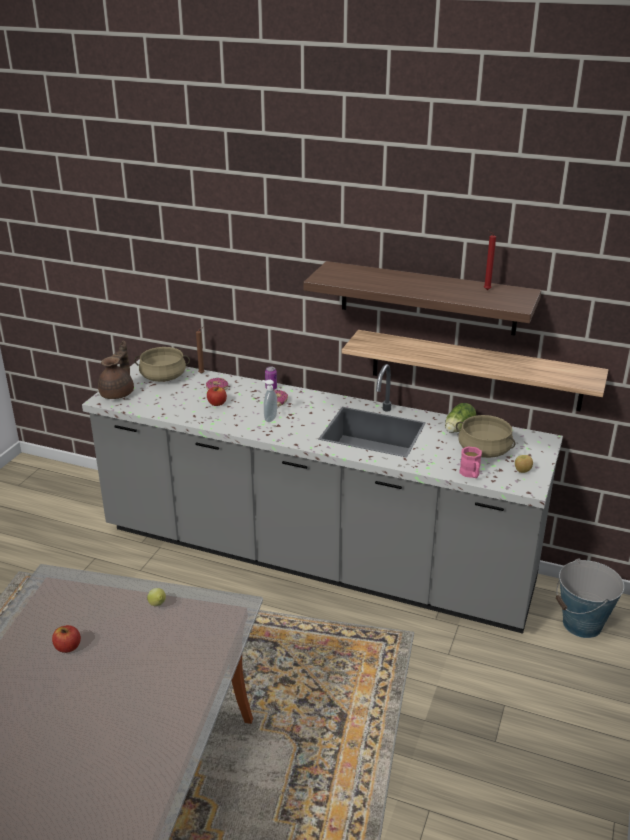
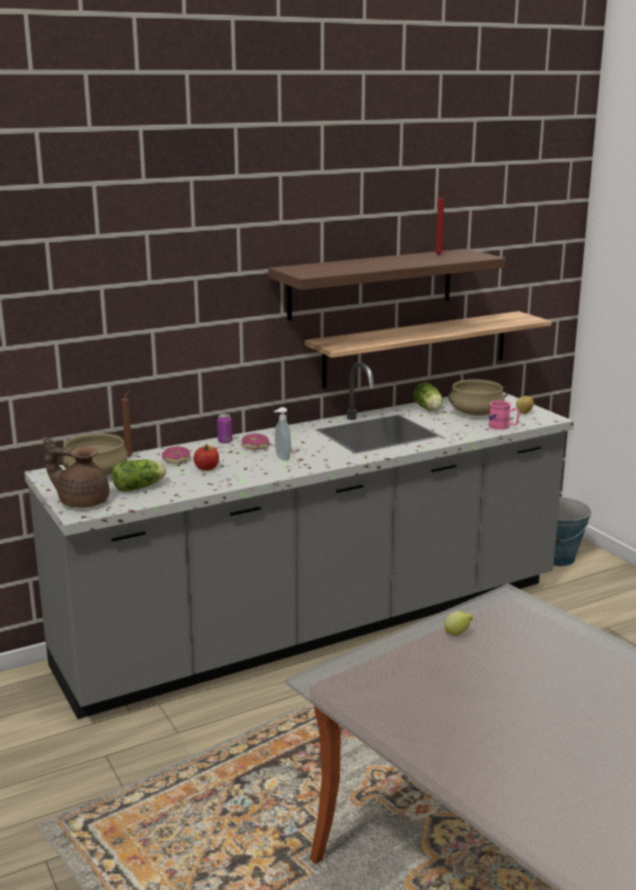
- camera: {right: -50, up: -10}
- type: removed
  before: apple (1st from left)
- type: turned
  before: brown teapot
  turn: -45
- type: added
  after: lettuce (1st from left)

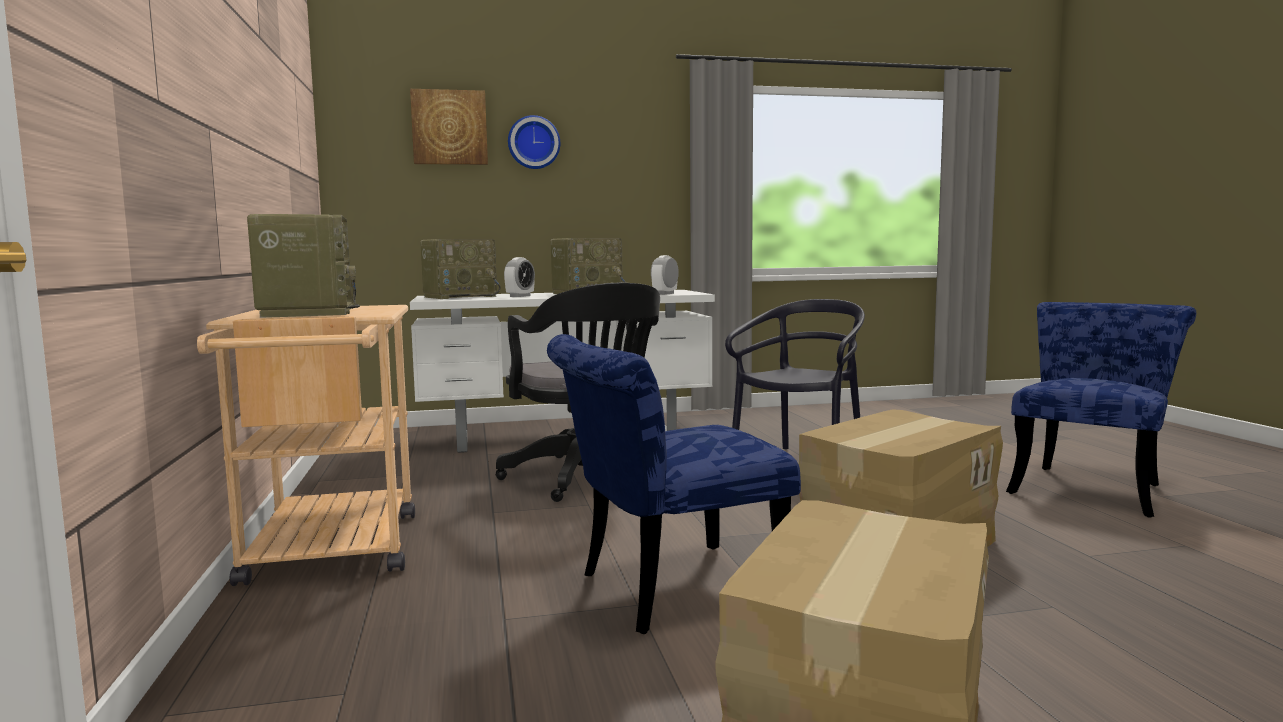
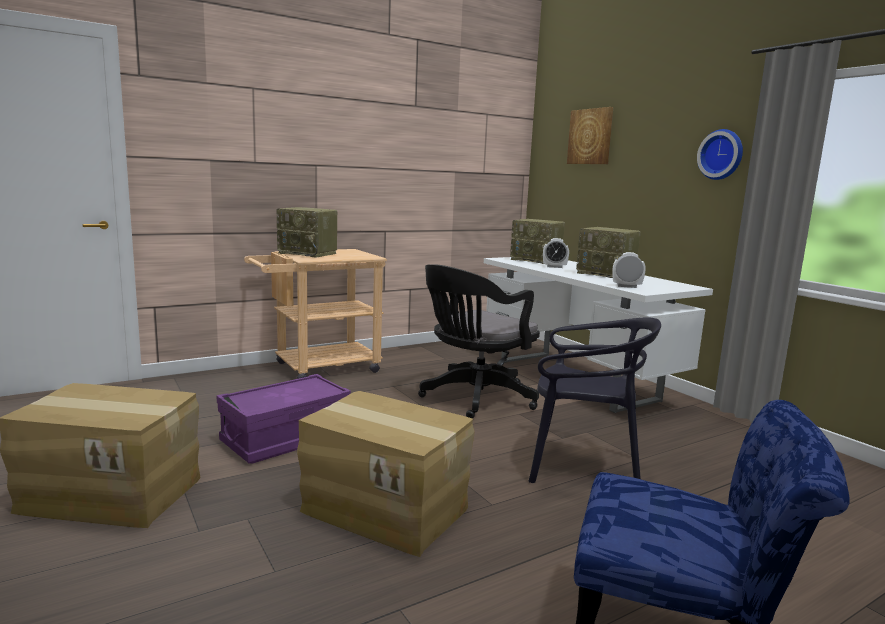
- camera: {right: 70, up: 5}
- type: turned
  before: radio (1st from left)
  turn: 60
- type: moved
  before: wall clock
- type: replaced
  before: blue chair (1st from left)
  after: purple storage box

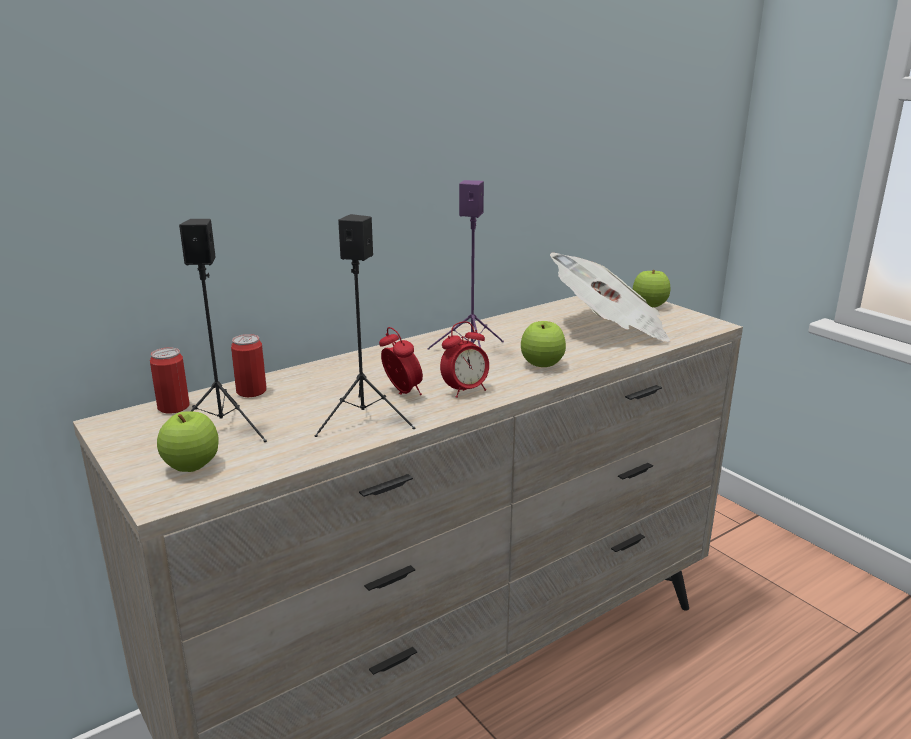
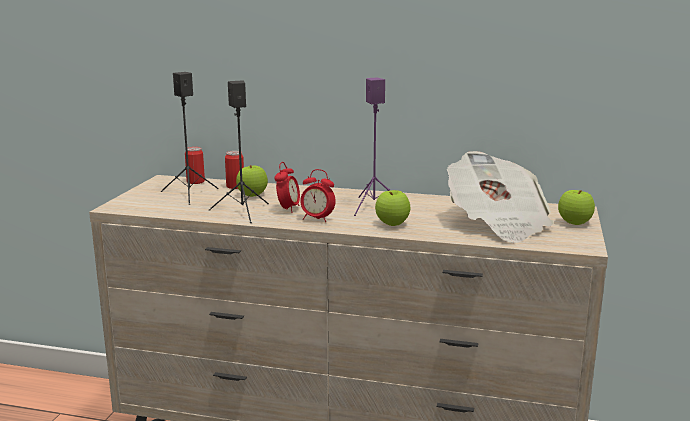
- camera: {right: 50, up: -5}
- type: moved
  before: apple (1st from left)

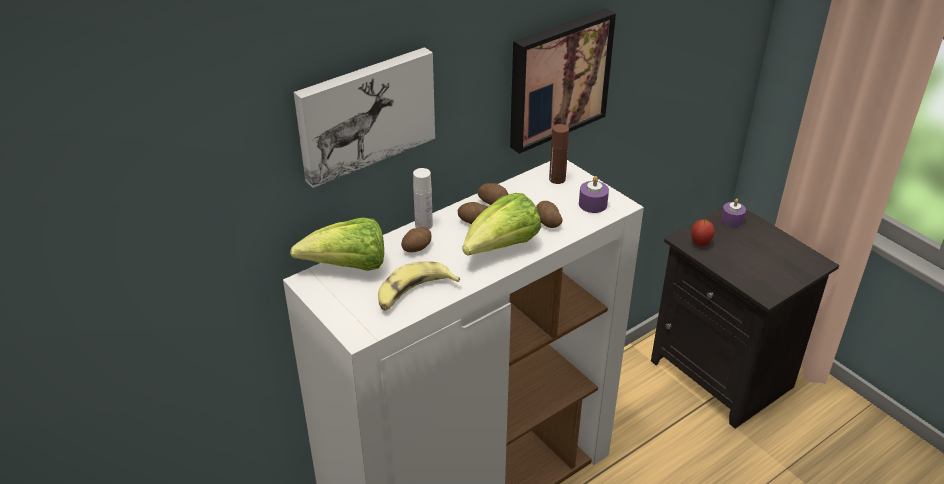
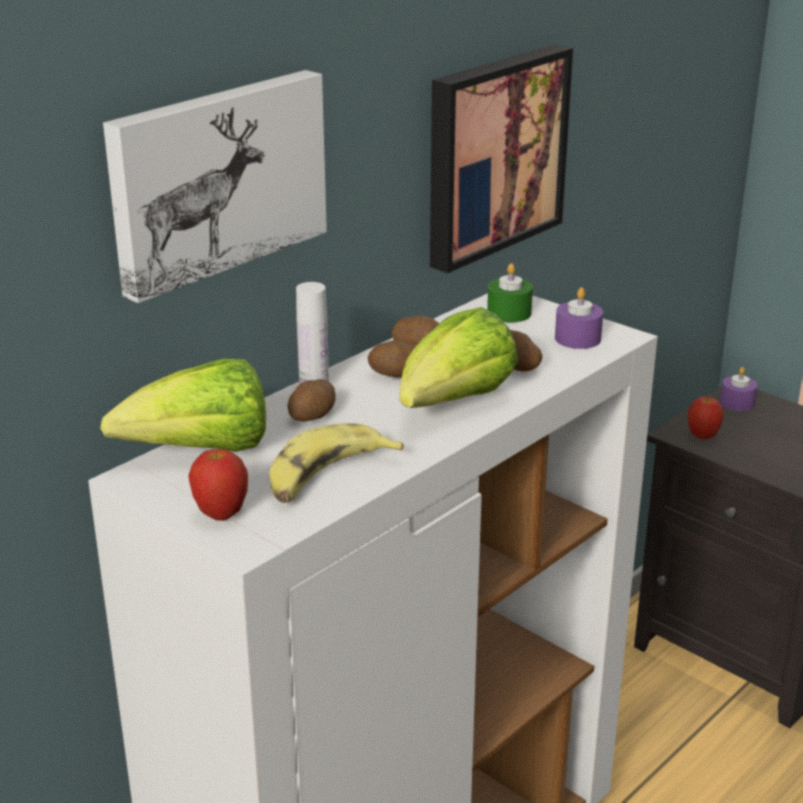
- camera: {right: -10, up: -10}
- type: replaced
  before: brown bottle
  after: green candle
- type: added
  after: apple (1st from left)

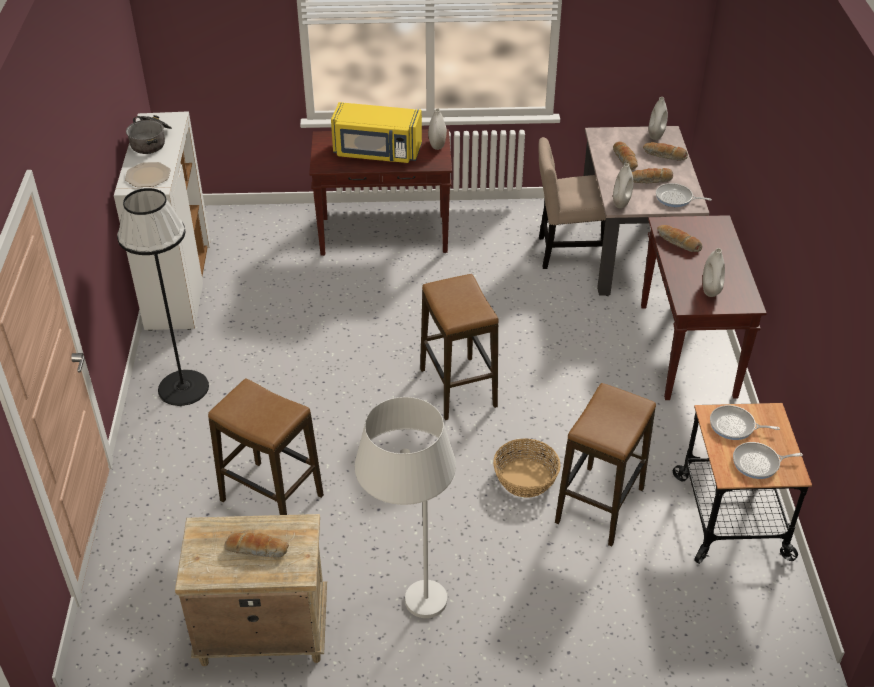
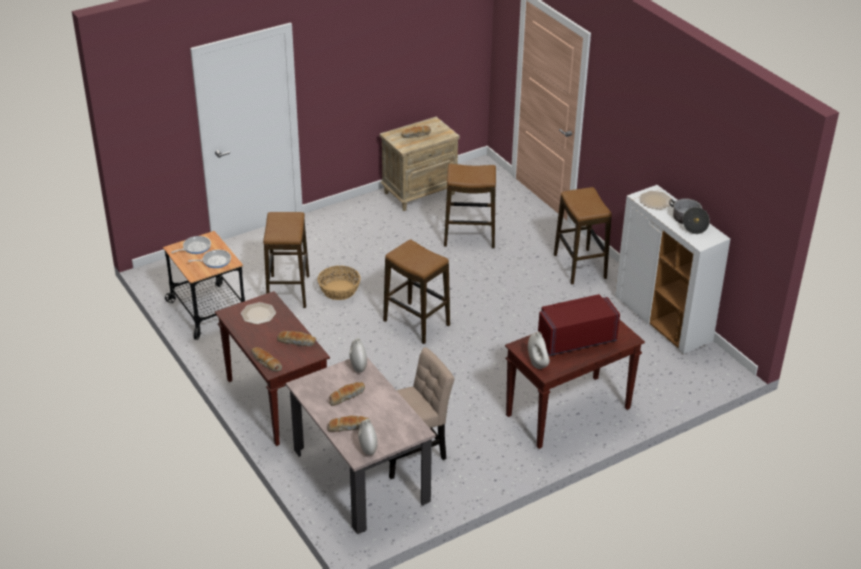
- camera: {right: 150, up: -5}
- type: replaced
  before: black floor lamp
  after: stool (4th from left)
- type: recoloured
  before: yellow microwave
  after: red microwave
- type: removed
  before: white floor lamp
- type: moved
  before: bread (2nd from left in the first image)
  after: bread (1st from left)
- type: removed
  before: frying pan (1st from left)
- type: replaced
  before: white vase (4th from left)
  after: plate (1st from left)

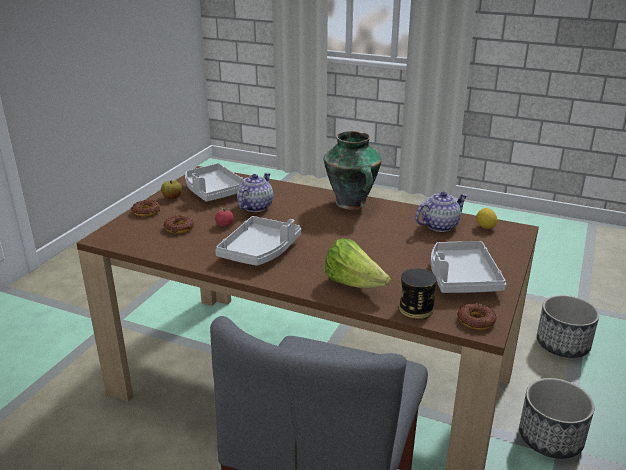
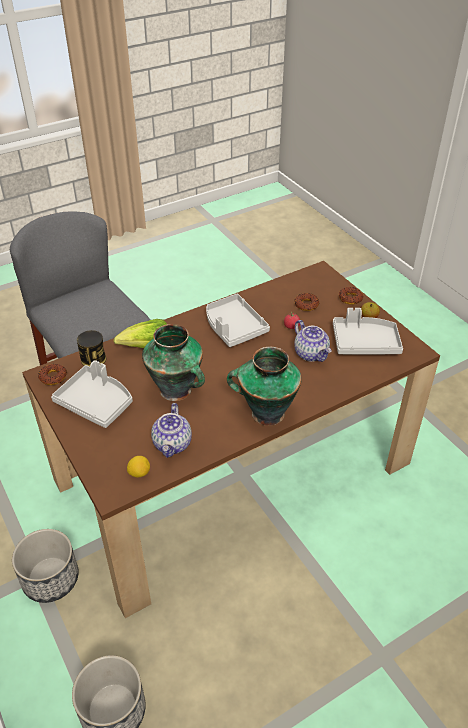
- camera: {right: 125, up: 15}
- type: added
  after: vase (1st from left)

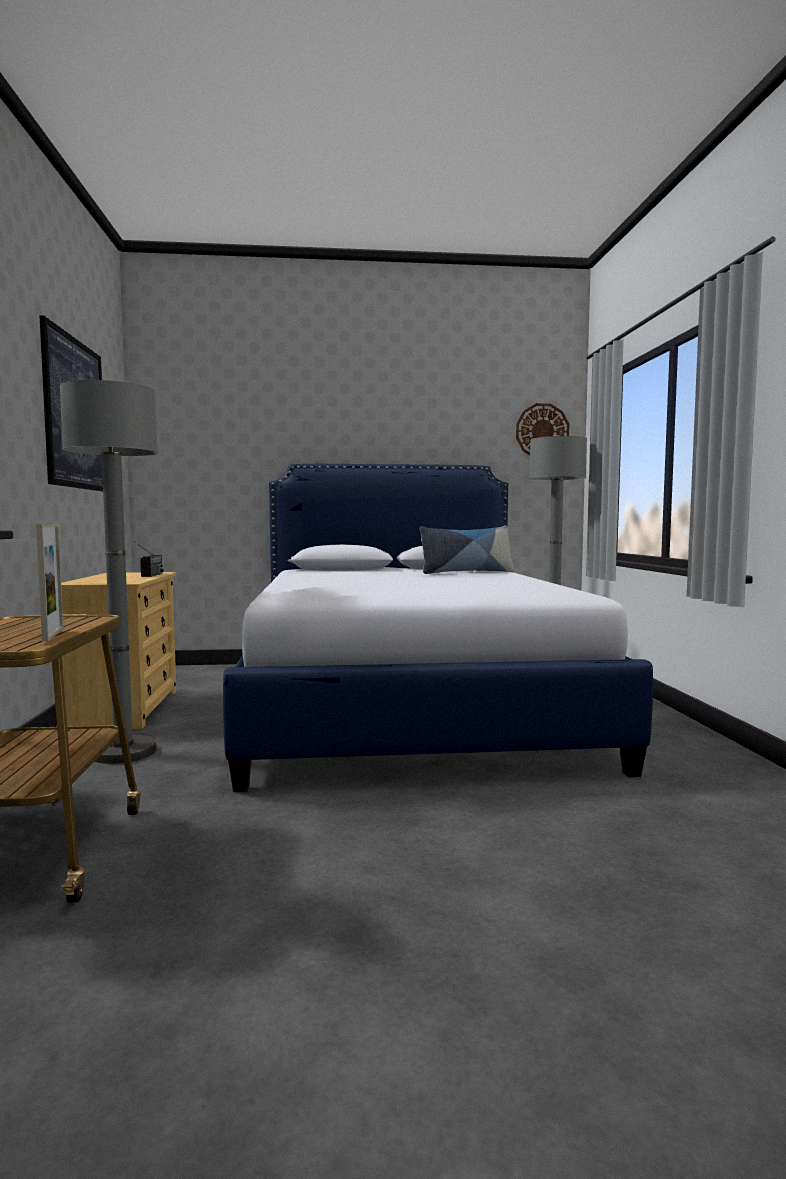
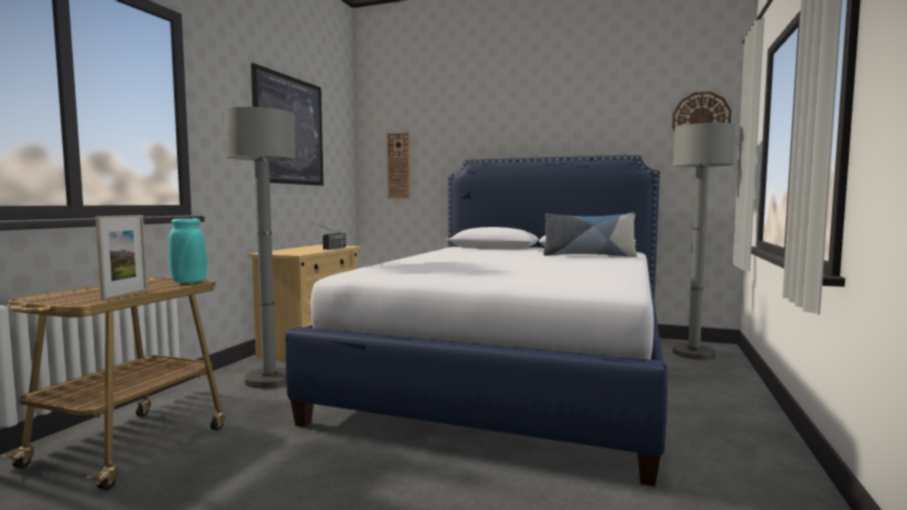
- camera: {right: 25, up: 0}
- type: added
  after: turquoise vase
- type: added
  after: wall clock (1st from left)

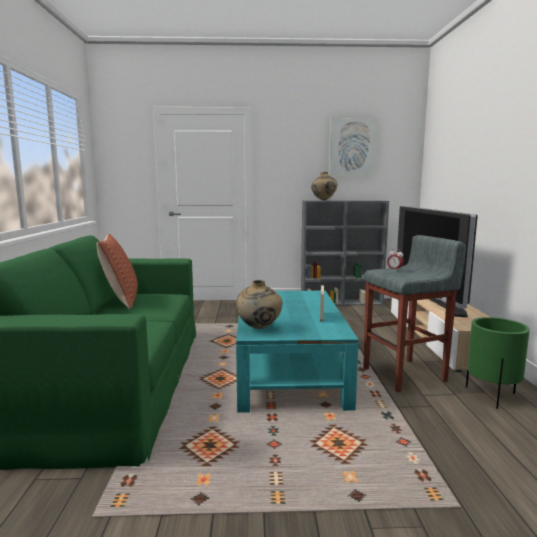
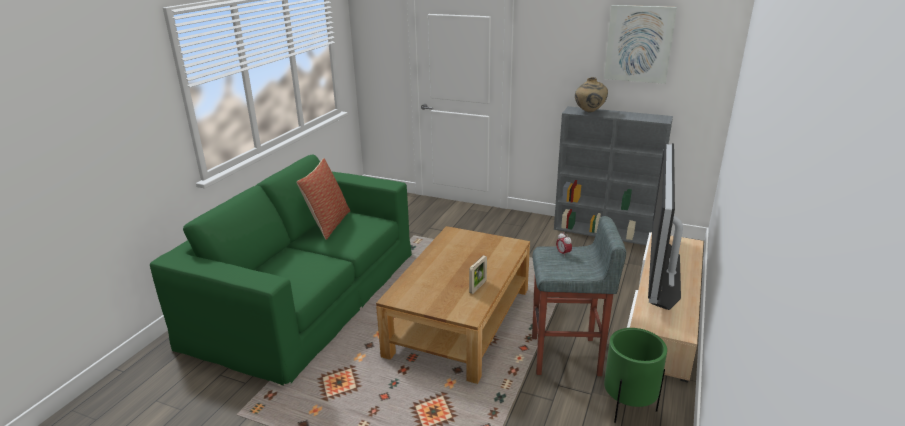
- camera: {right: 25, up: 15}
- type: removed
  before: beige vase (1st from left)
- type: recoloured
  before: turquoise coffee table
  after: brown coffee table

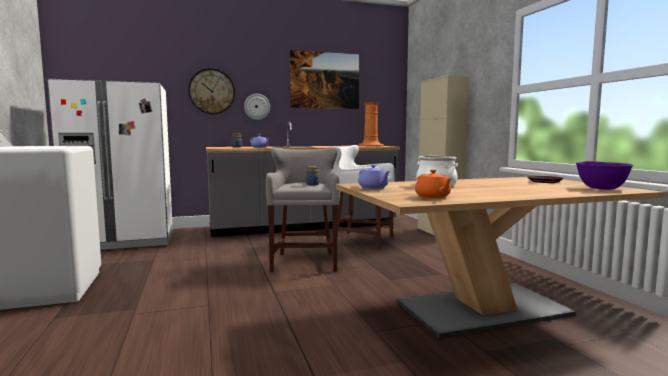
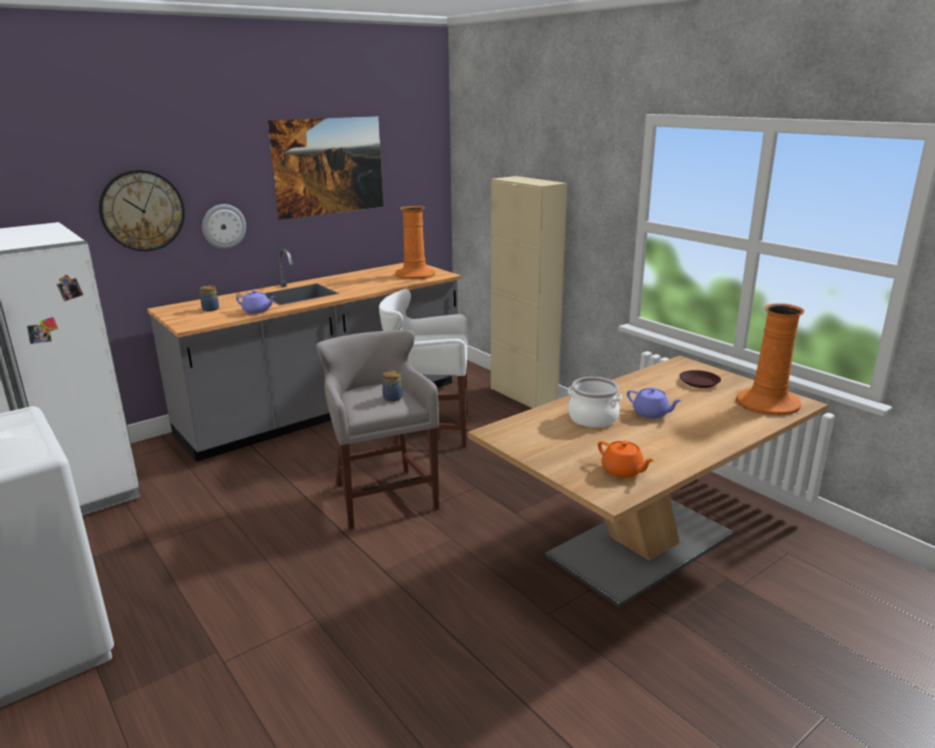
- camera: {right: -20, up: 15}
- type: moved
  before: purple teapot (2nd from left)
- type: replaced
  before: purple bowl
  after: orange vase (2nd from left)

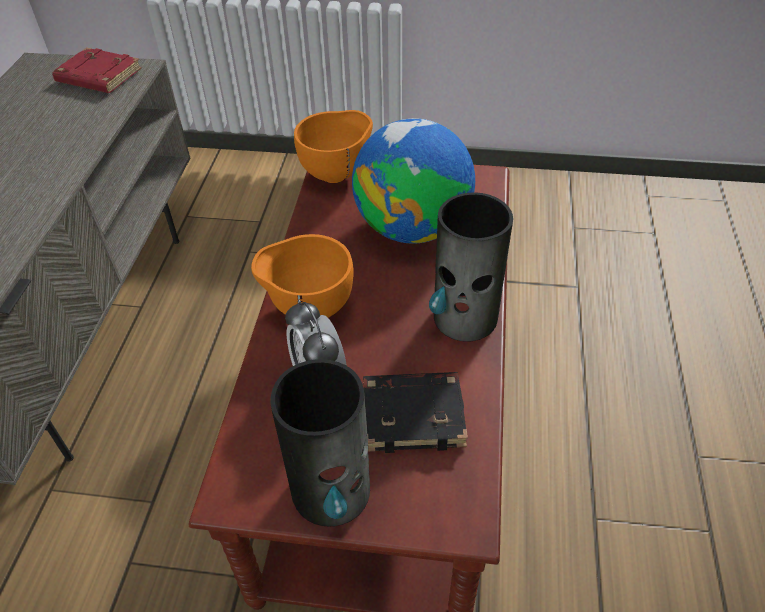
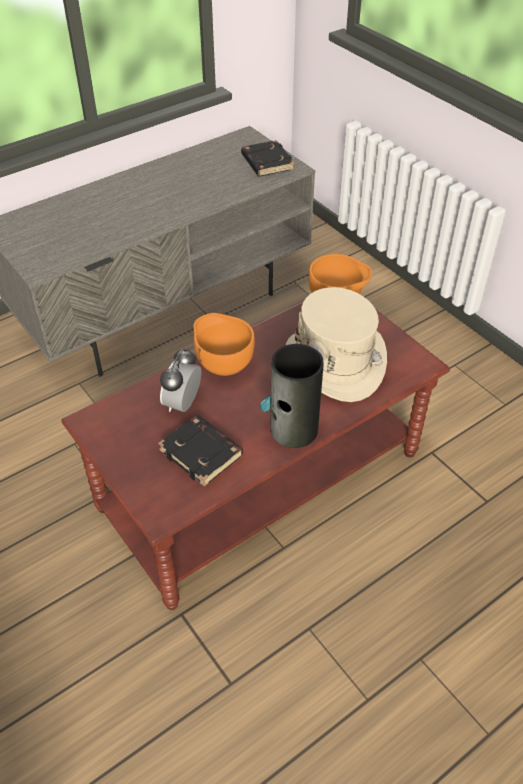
- camera: {right: 45, up: 0}
- type: recoloured
  before: red book
  after: black book (2nd from left)
- type: removed
  before: vase (1st from left)
- type: replaced
  before: globe
  after: beige hat

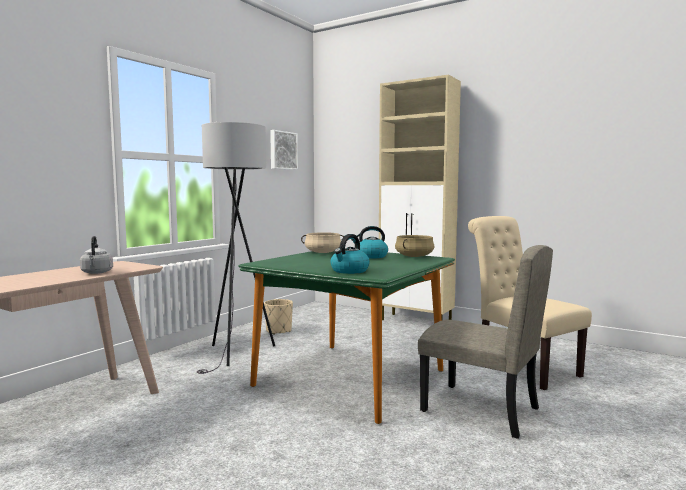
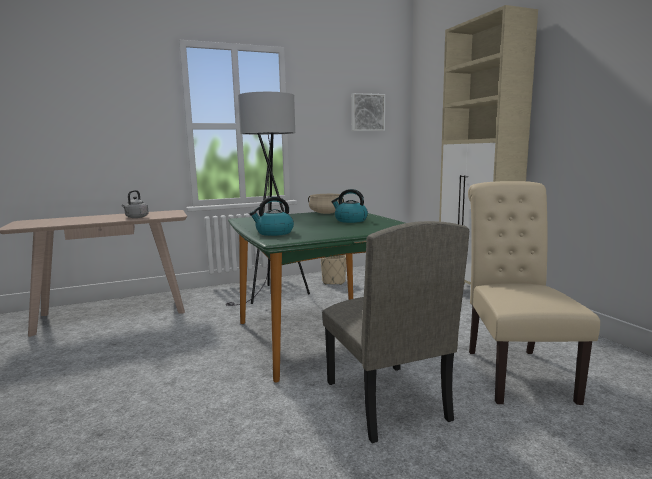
- camera: {right: 35, up: 5}
- type: removed
  before: beige cooking pot (2nd from left)

